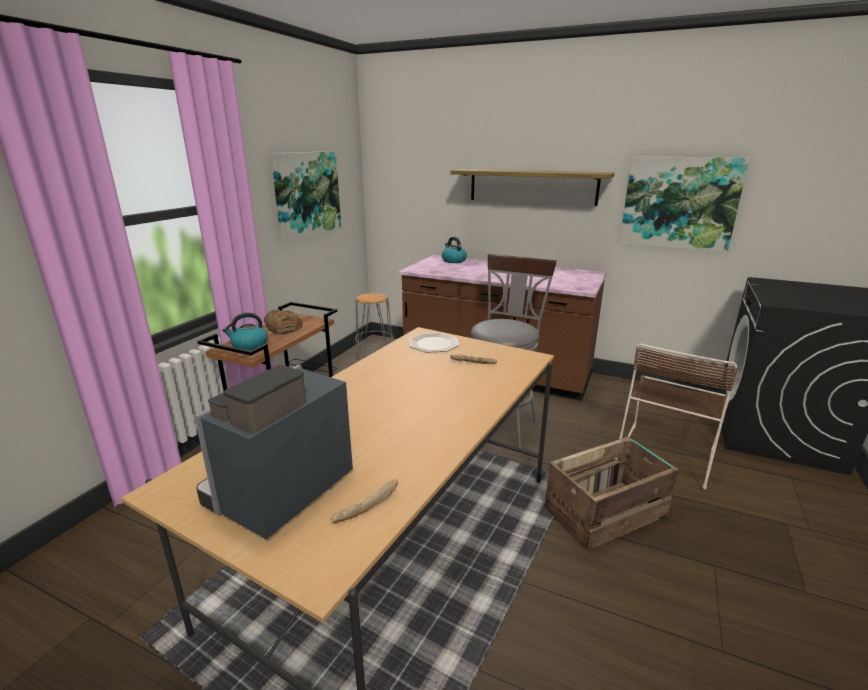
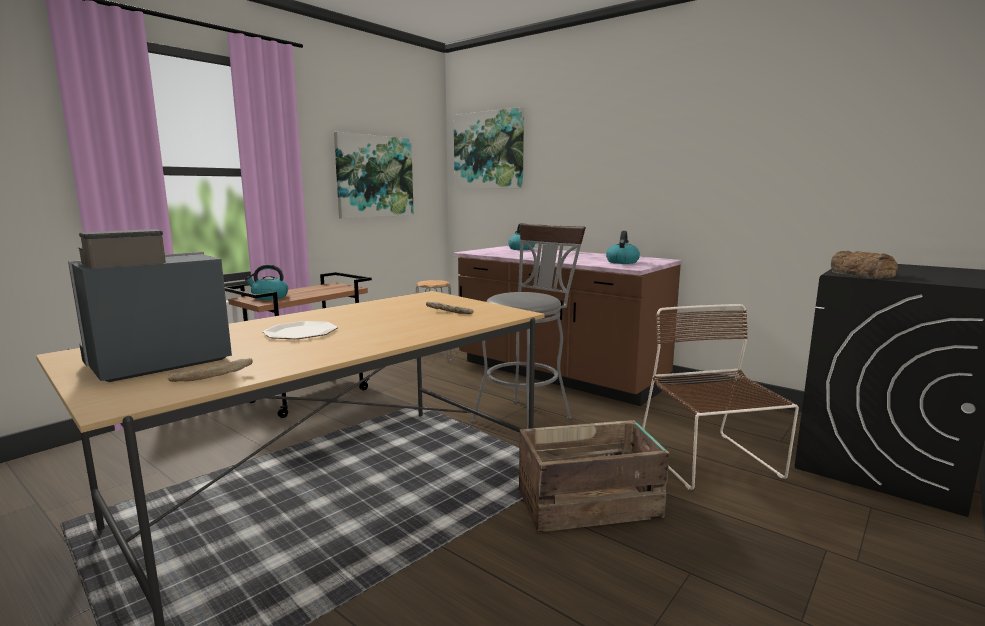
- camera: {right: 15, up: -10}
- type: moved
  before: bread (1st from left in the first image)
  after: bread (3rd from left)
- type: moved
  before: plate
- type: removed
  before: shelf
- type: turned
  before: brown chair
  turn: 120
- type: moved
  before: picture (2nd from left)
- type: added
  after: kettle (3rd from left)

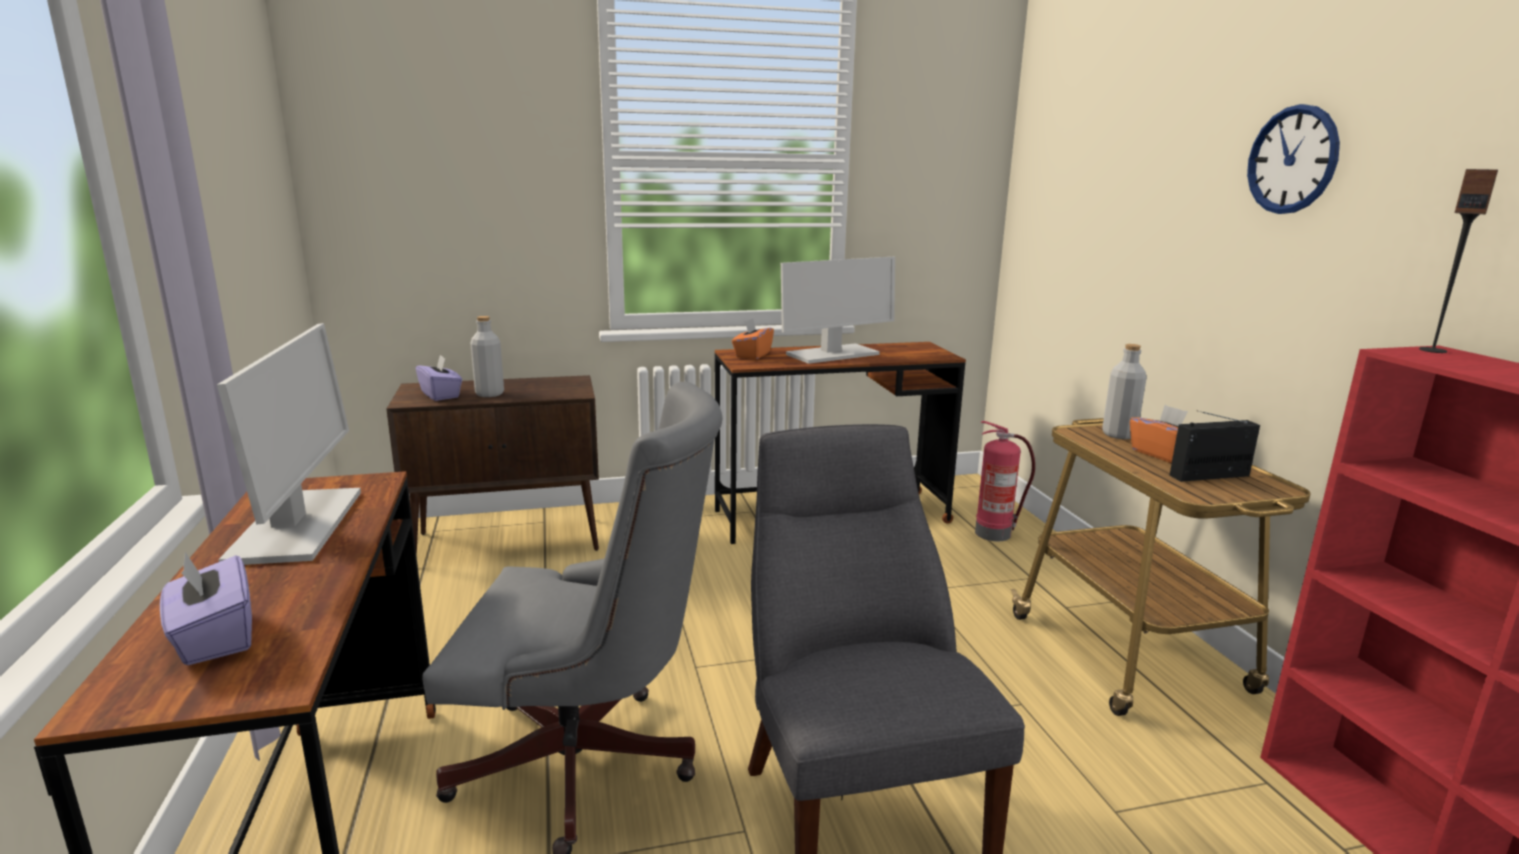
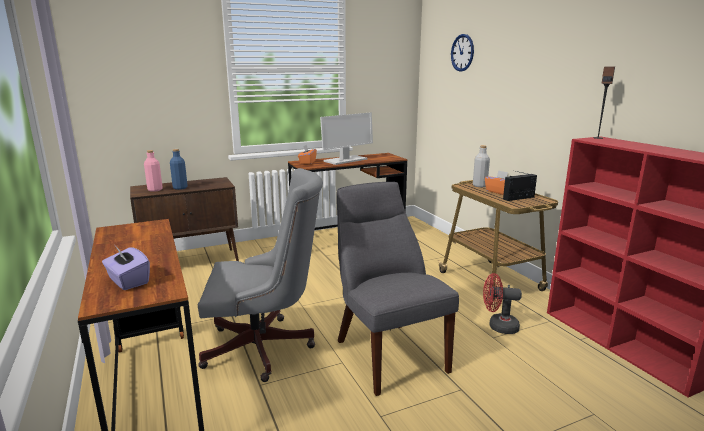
- camera: {right: -10, up: 0}
- type: removed
  before: monitor (1st from left)
- type: replaced
  before: purple tissue box (2nd from left)
  after: pink bottle
- type: recoloured
  before: grey bottle (1st from left)
  after: blue bottle
- type: removed
  before: fire extinguisher
- type: moved
  before: wall clock
- type: added
  after: red fan

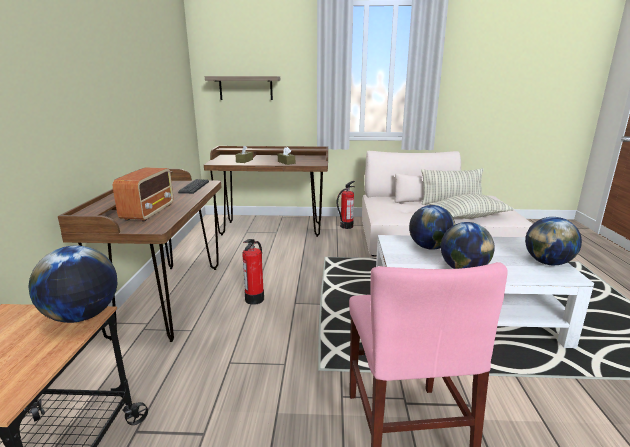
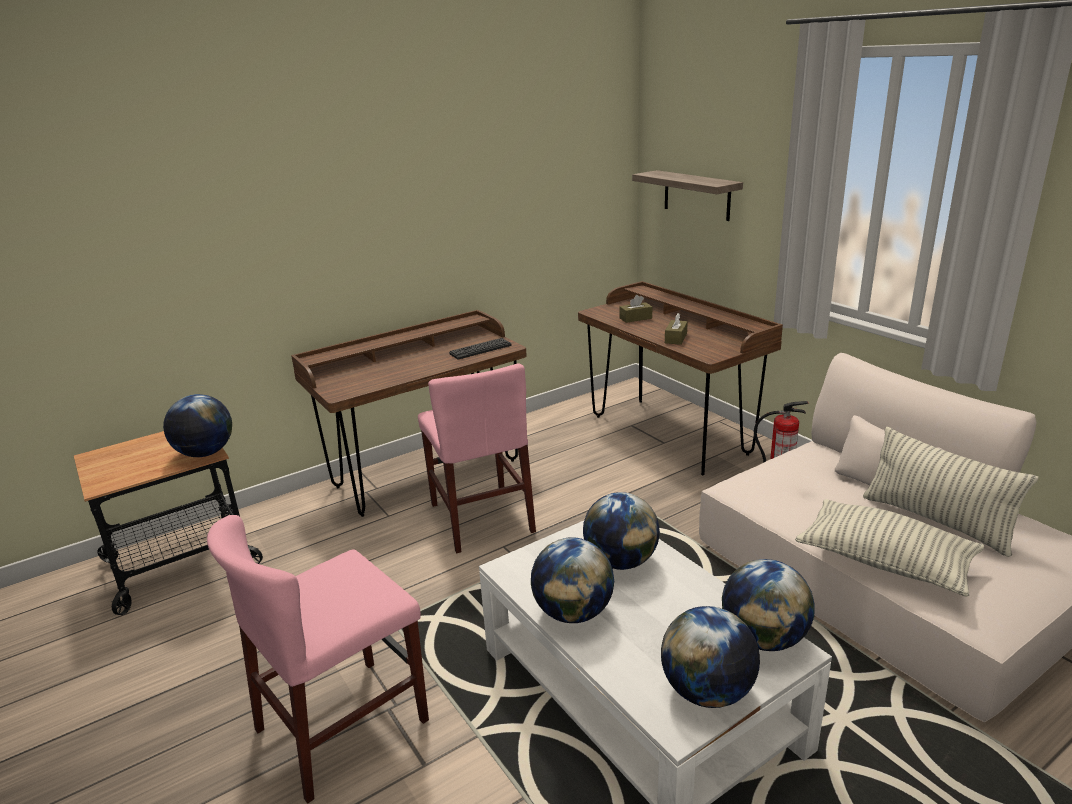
- camera: {right: 55, up: 5}
- type: removed
  before: radio
- type: replaced
  before: fire extinguisher (1st from left)
  after: pink chair (2nd from left)
- type: added
  after: globe (5th from left)

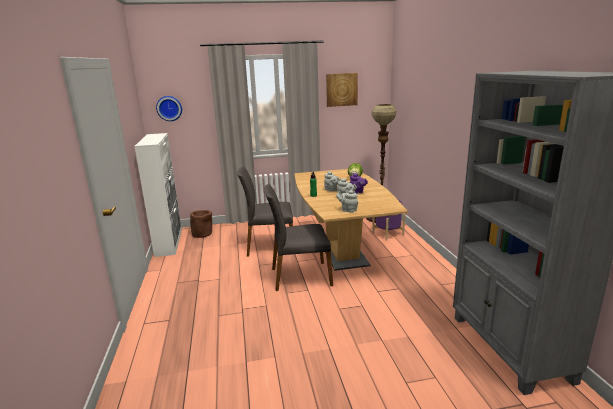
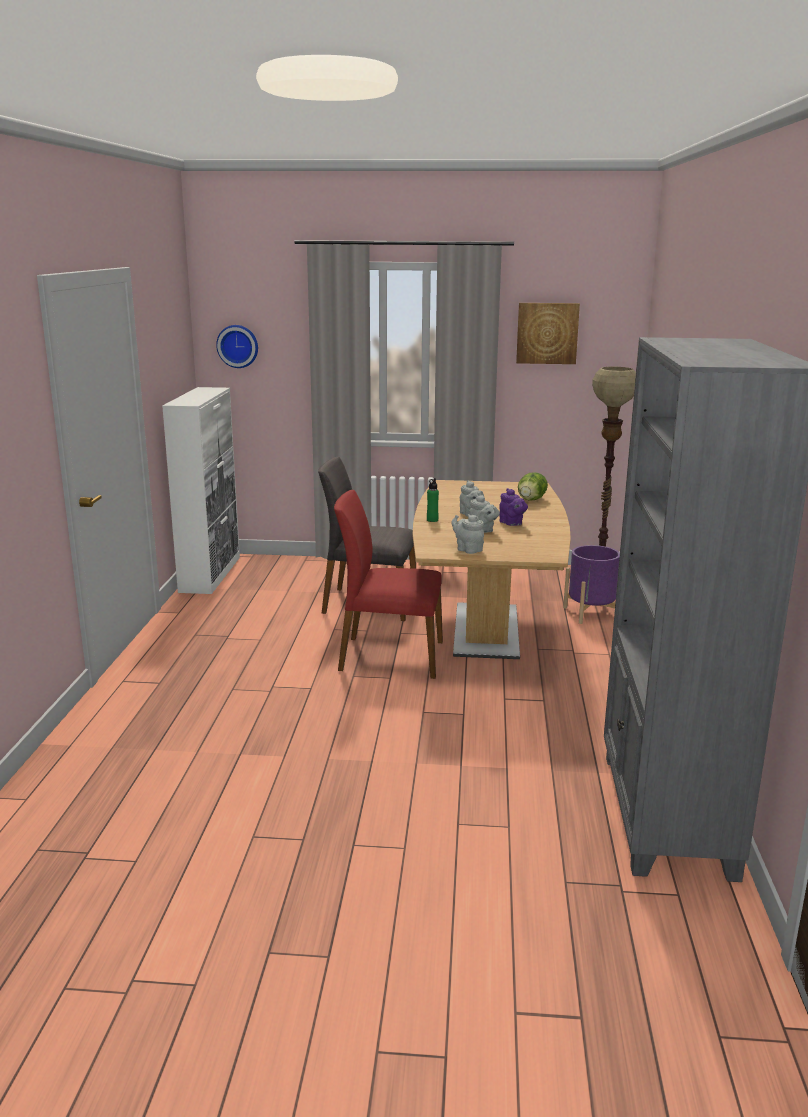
- camera: {right: 15, up: 0}
- type: removed
  before: brown planter
- type: recoloured
  before: grey chair (2nd from left)
  after: red chair

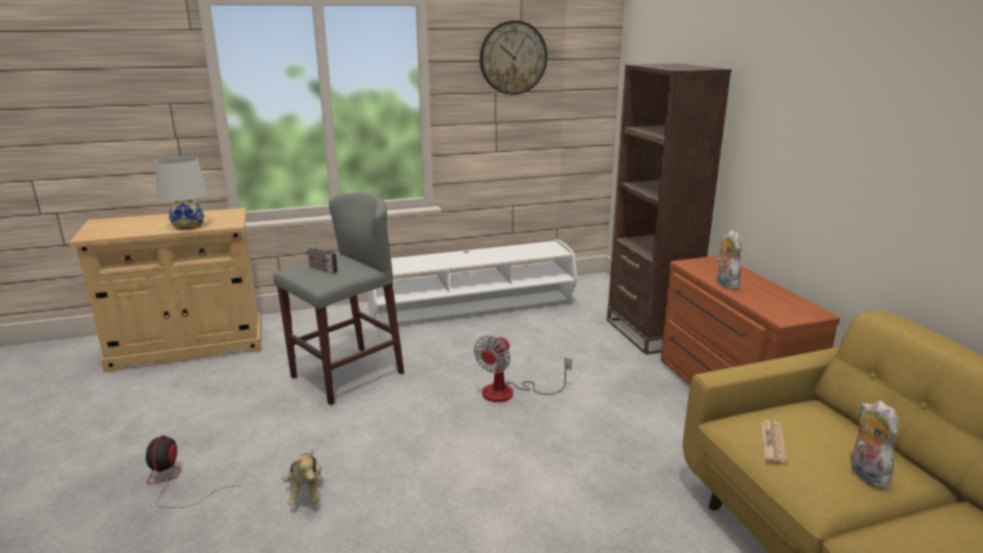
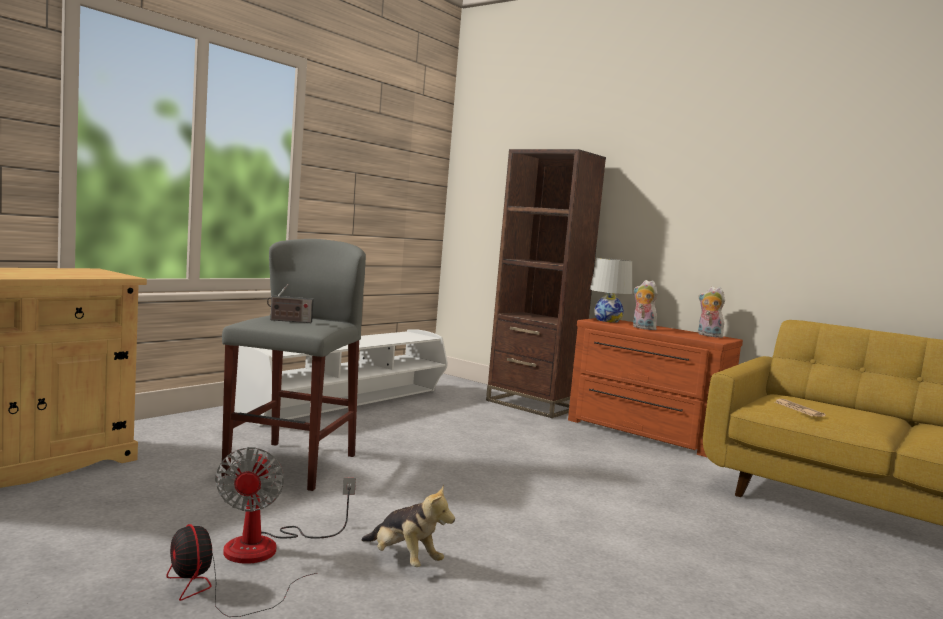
- camera: {right: -35, up: -15}
- type: moved
  before: white table lamp
- type: moved
  before: fan (2nd from left)
- type: removed
  before: wall clock
- type: moved
  before: plush toy (3rd from left)

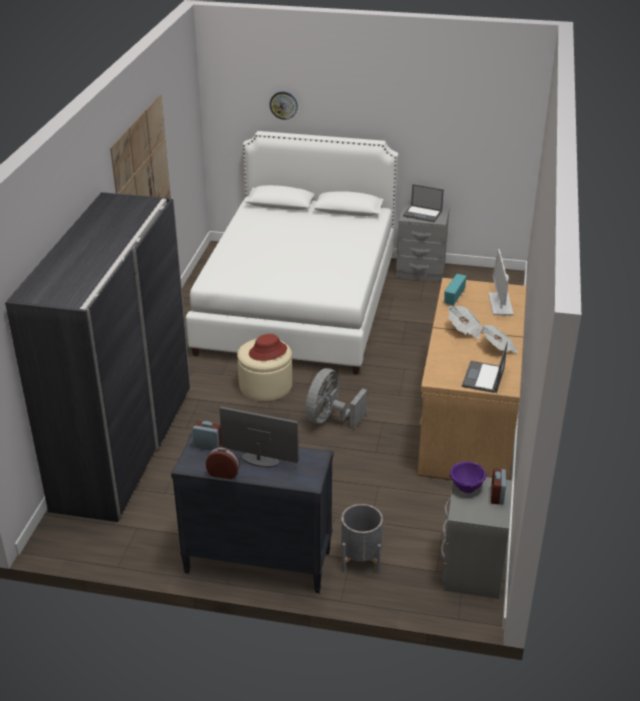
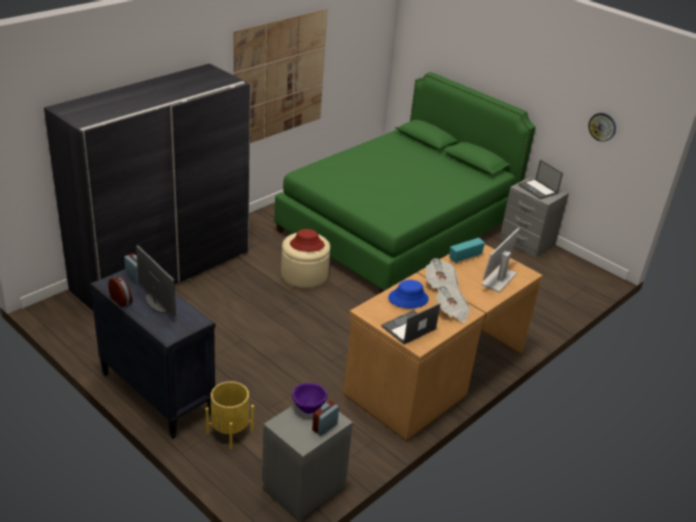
- camera: {right: 30, up: 0}
- type: recoloured
  before: white bed
  after: green bed
- type: moved
  before: wall clock
- type: removed
  before: grey fan
- type: recoloured
  before: grey planter
  after: yellow planter
- type: added
  after: blue hat

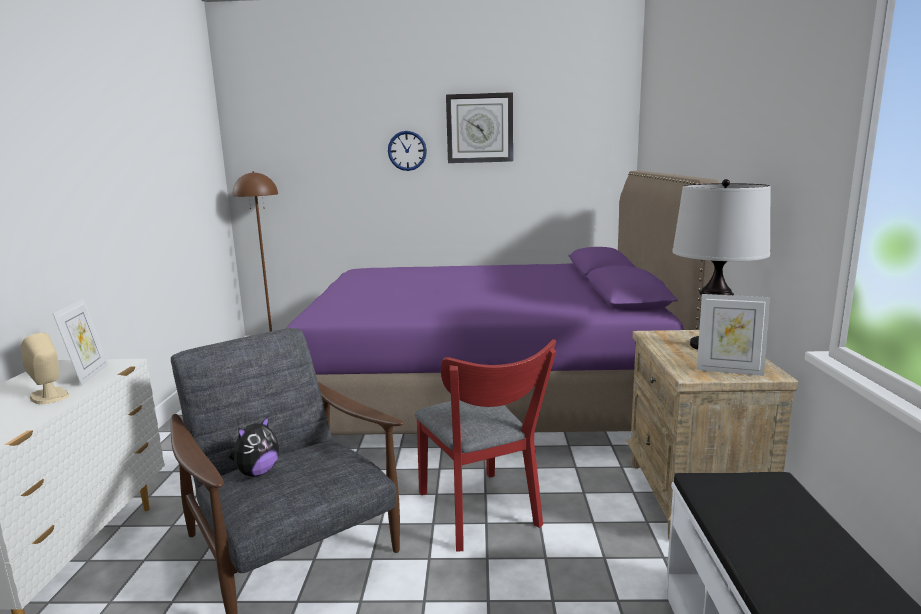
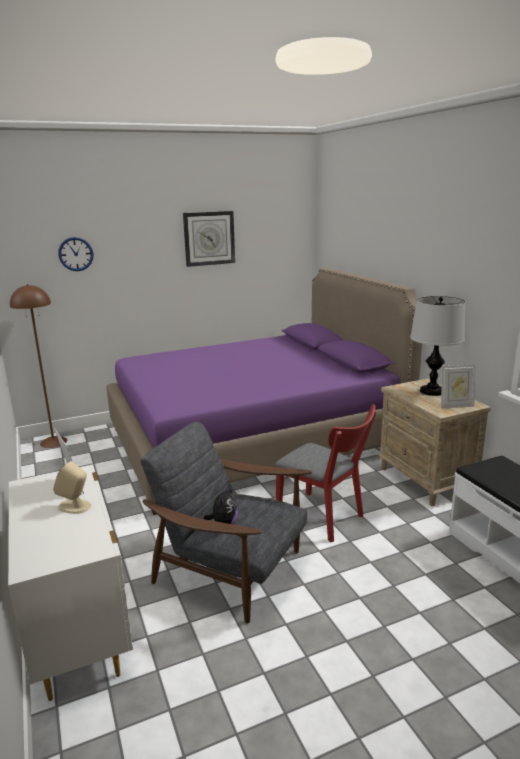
- camera: {right: -25, up: 5}
- type: moved
  before: wall clock (1st from left)

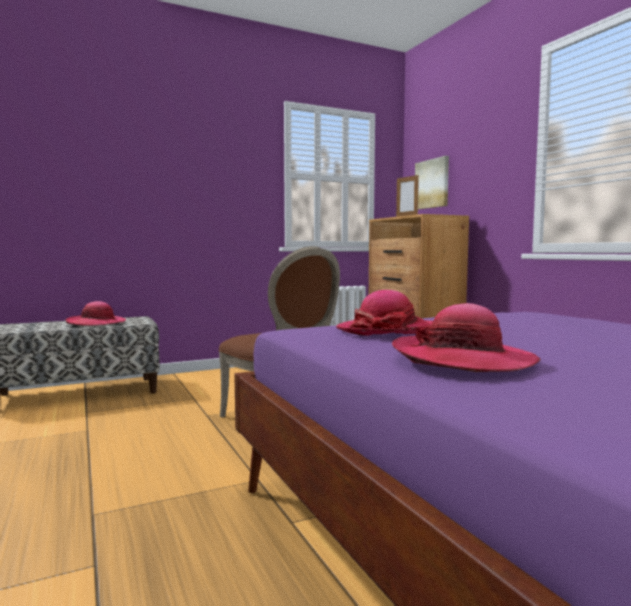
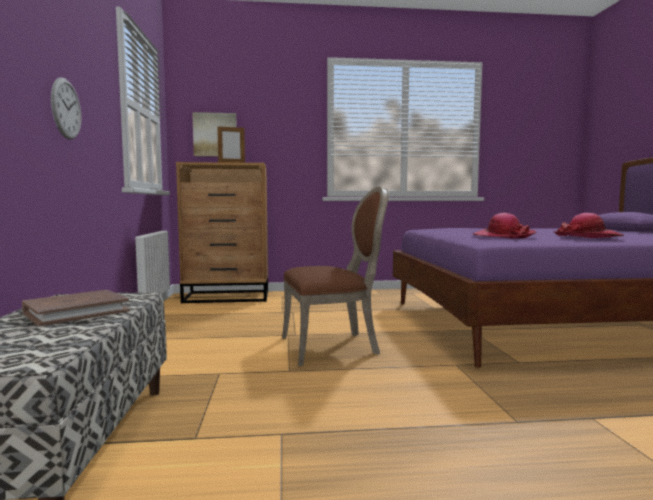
- camera: {right: -70, up: 0}
- type: replaced
  before: hat (1st from left)
  after: brown book
- type: added
  after: wall clock

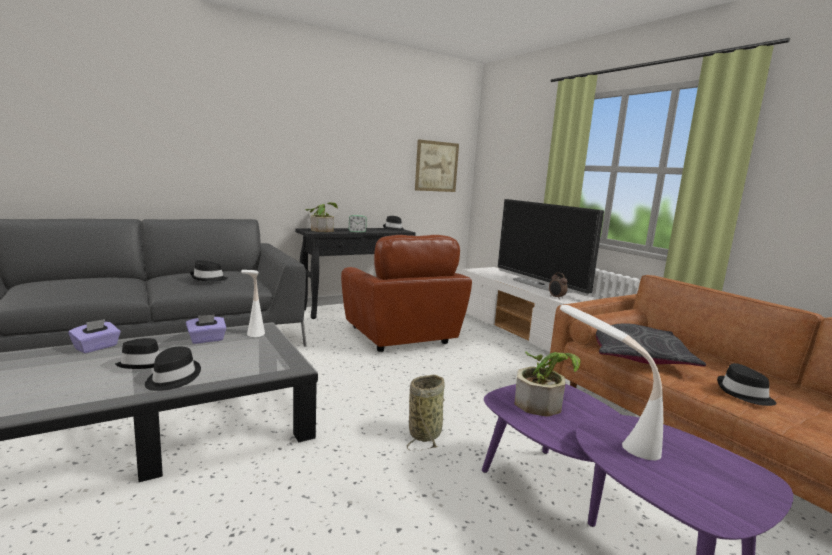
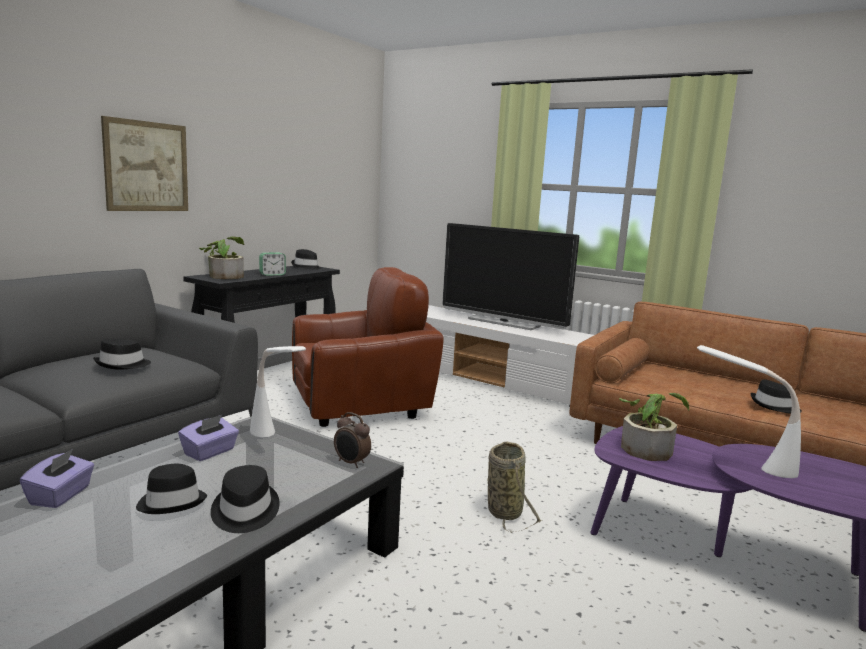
- camera: {right: -25, up: 0}
- type: turned
  before: brown armchair
  turn: -60
- type: moved
  before: picture
- type: moved
  before: alarm clock (2nd from left)
- type: removed
  before: grey pillow

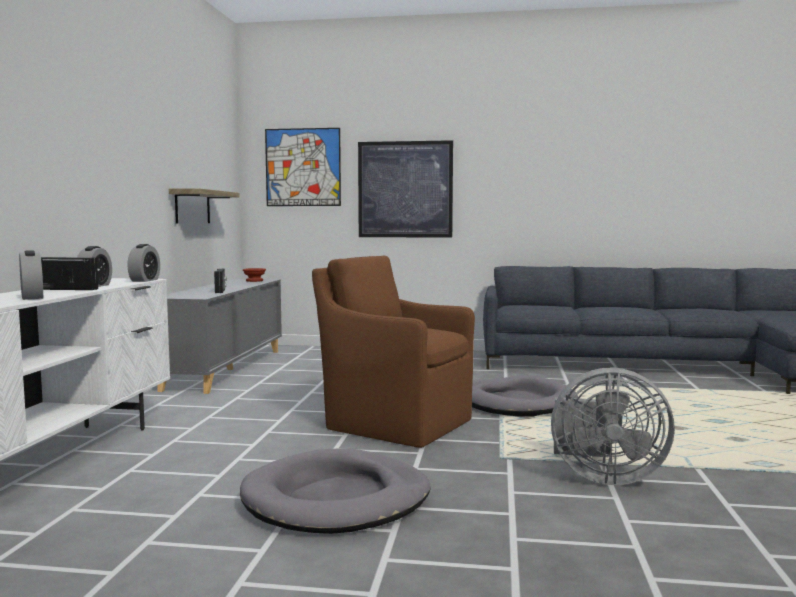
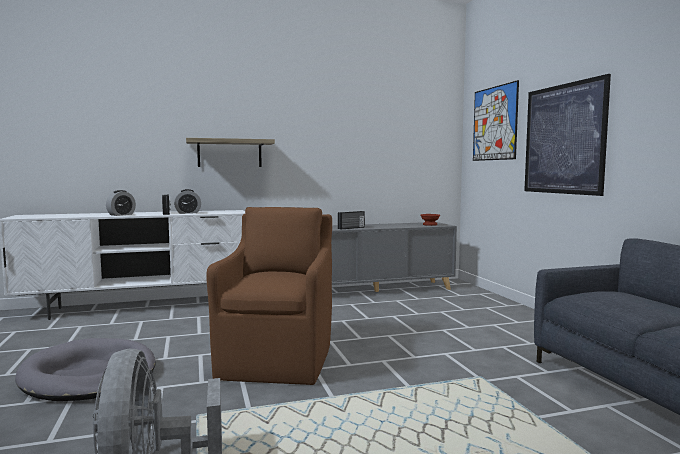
- camera: {right: 65, up: 0}
- type: removed
  before: alarm clock (3rd from left)
- type: moved
  before: shelf
- type: removed
  before: grey dog bed (2nd from left)

